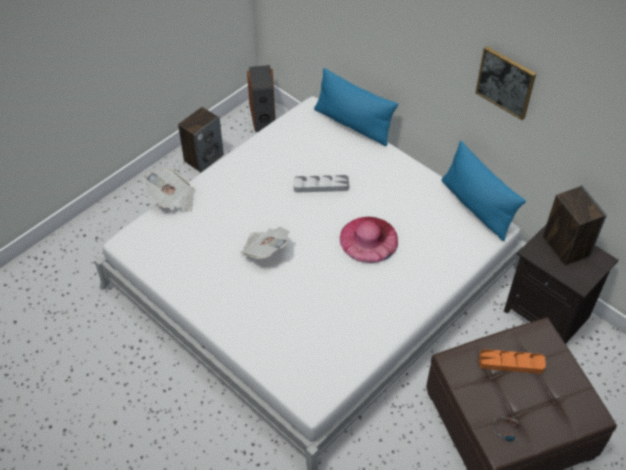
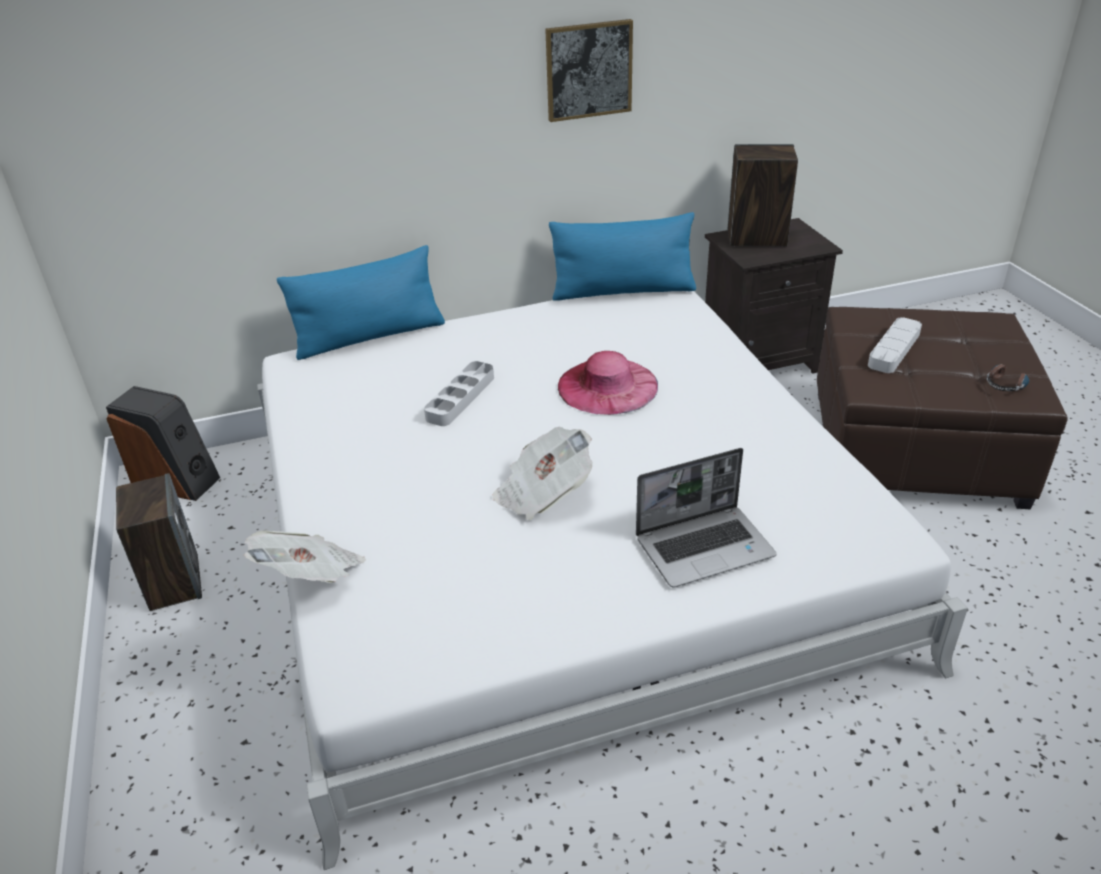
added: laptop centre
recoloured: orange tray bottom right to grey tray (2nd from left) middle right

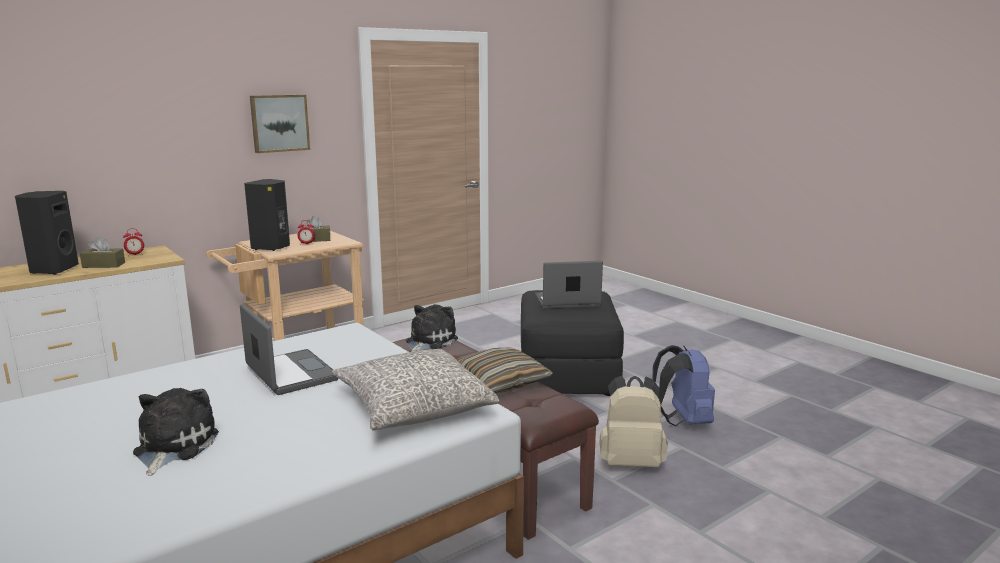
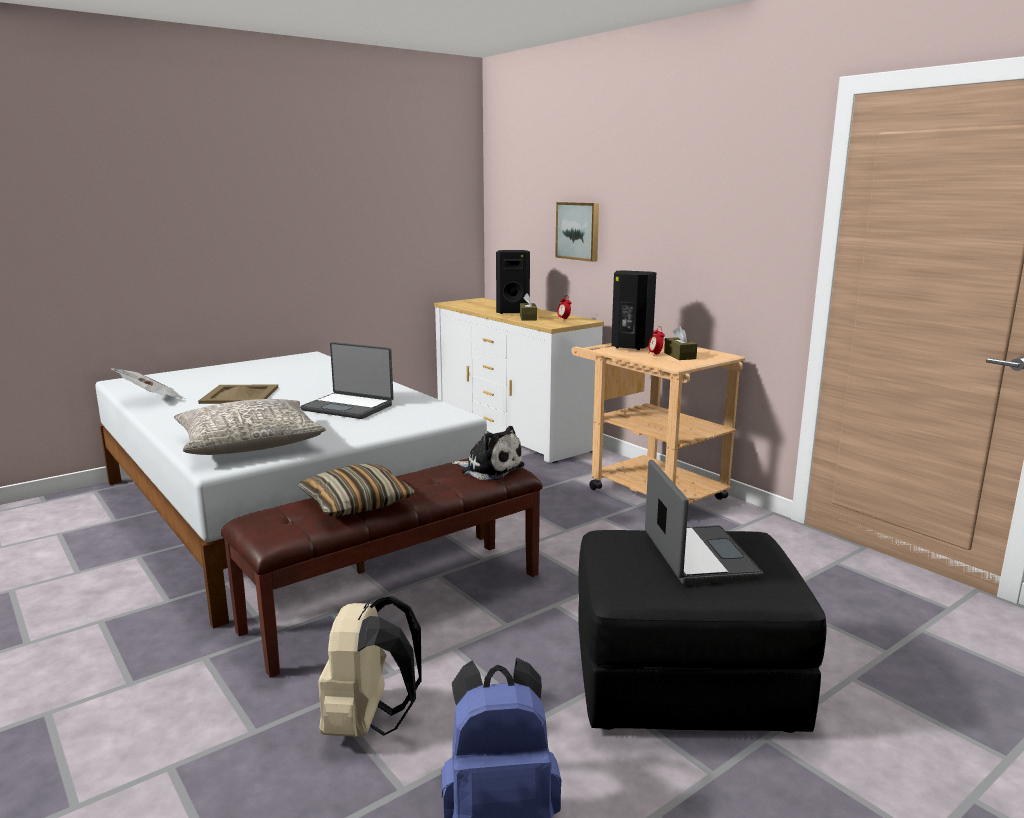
added: newspaper middle left
moved: picture top left to top centre
replaced: plush toy (1st from left) bottom left to beige tray middle left
turned: laptop (1st from left) middle left = centre 60 degrees clockwise

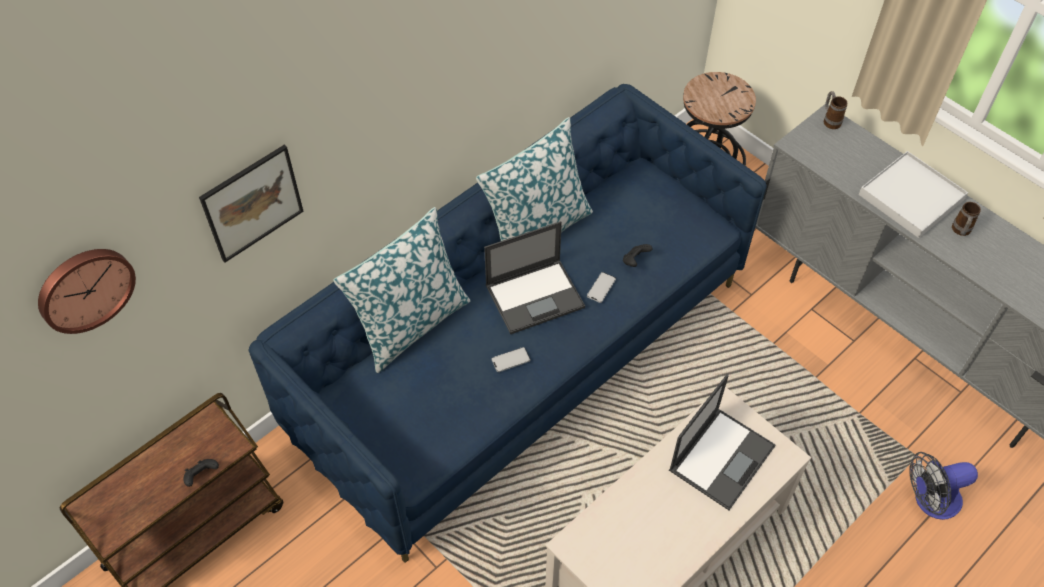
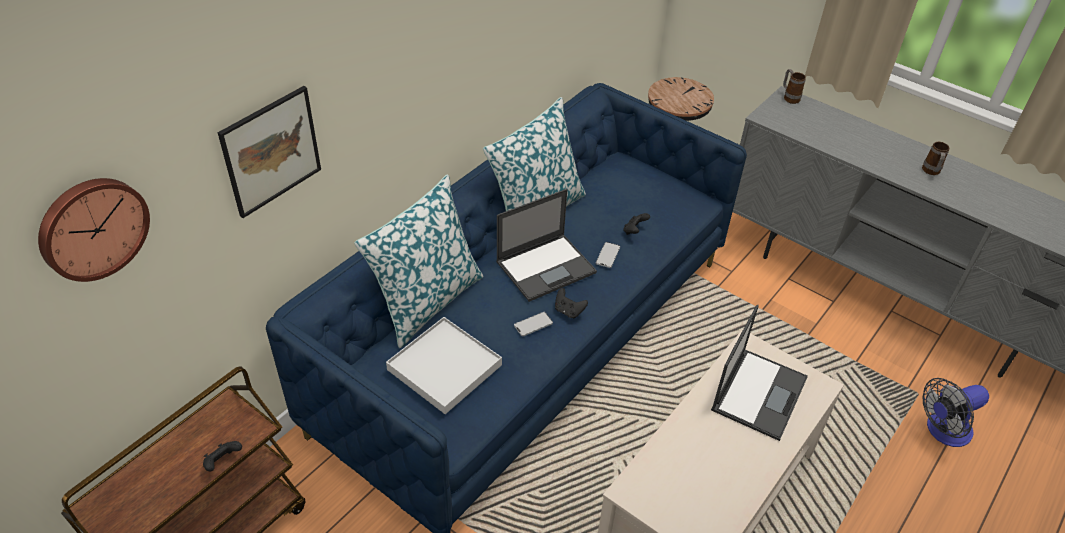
added: black game controller (2nd from left) centre
moved: white tray top right to bottom centre

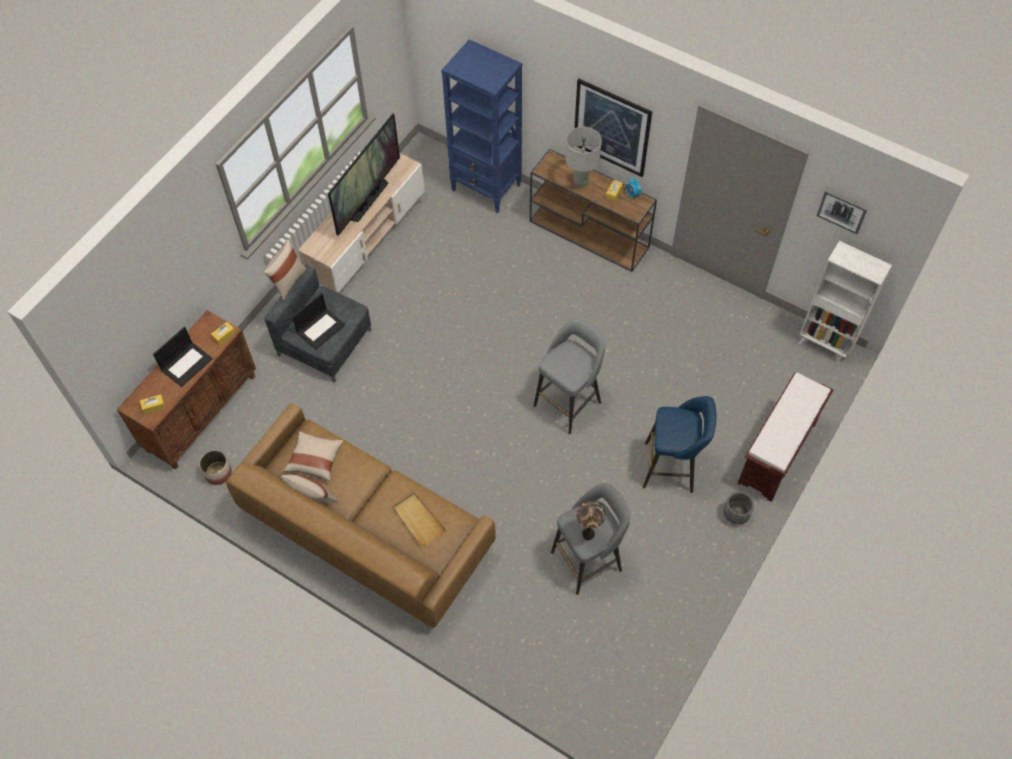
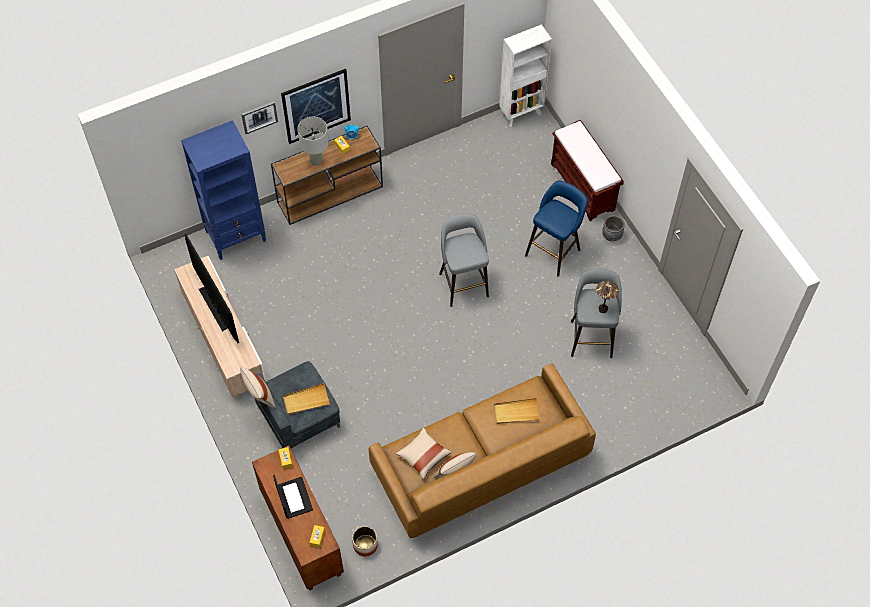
moved: picture (2nd from left in the first image) top right to picture (1st from left) top left
replaced: laptop (2nd from left) middle left to beige tray (1st from left) centre

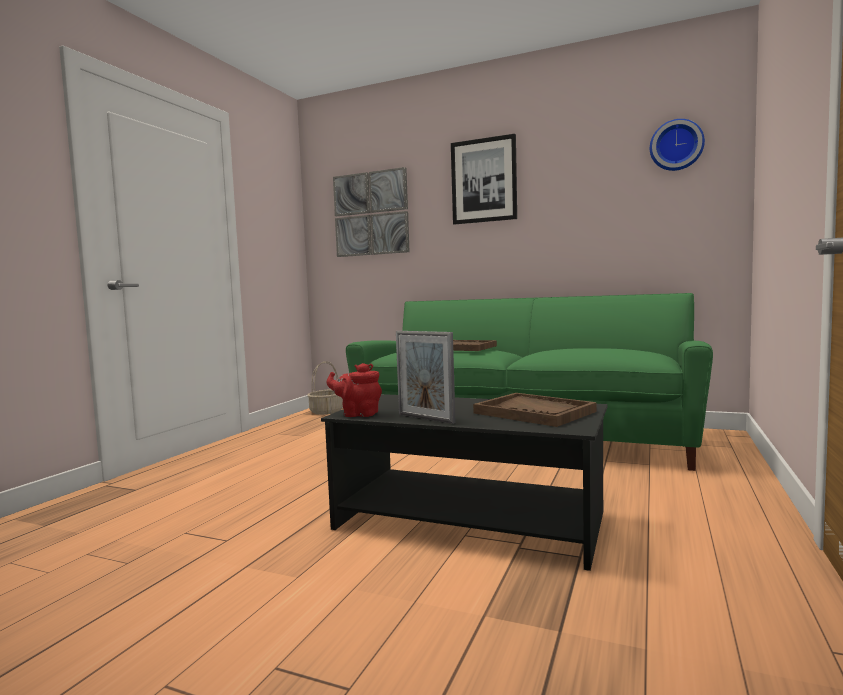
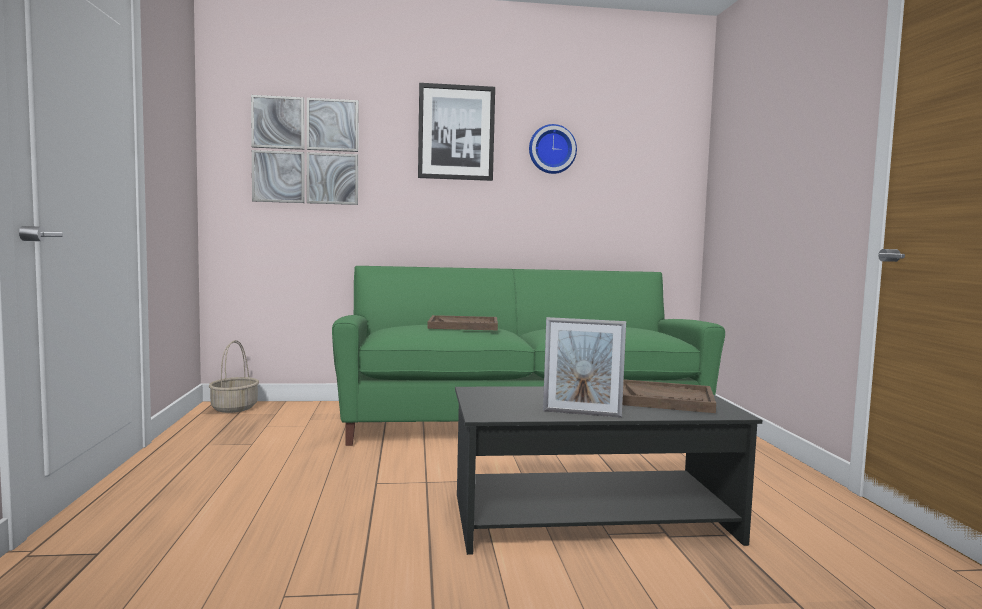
removed: red teapot centre
moved: wall clock top right to top centre

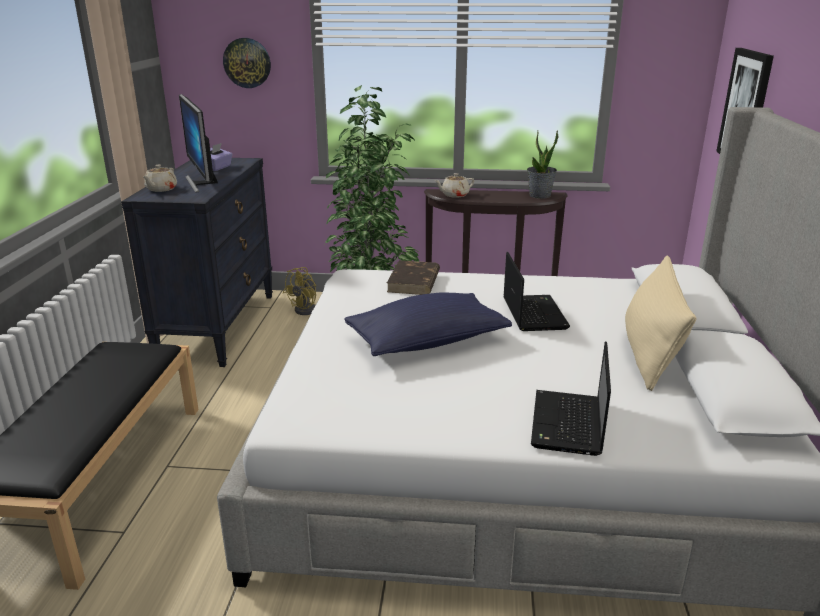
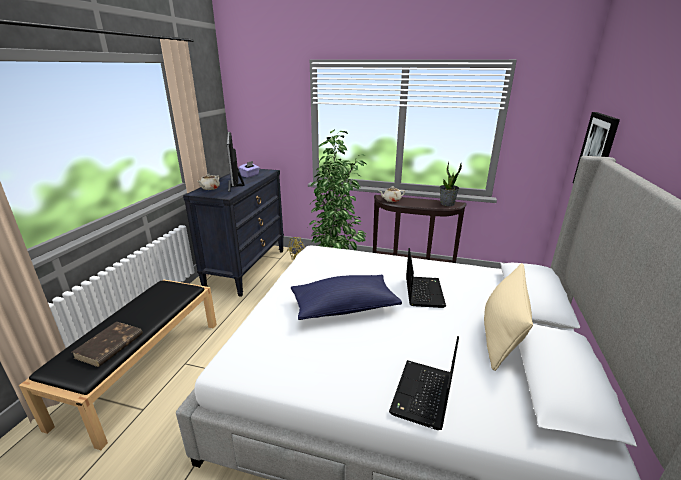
removed: wall clock top left
moved: brown book centre to bottom left

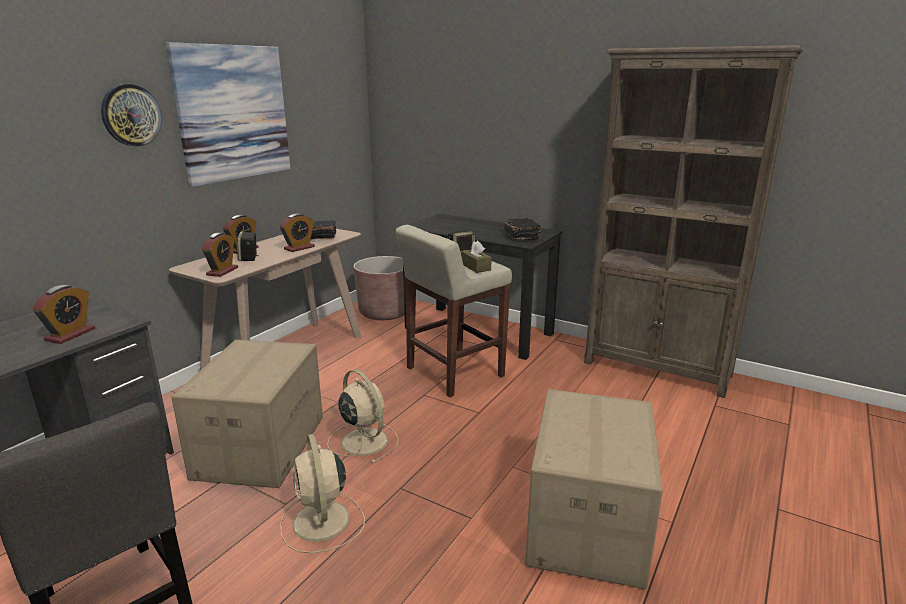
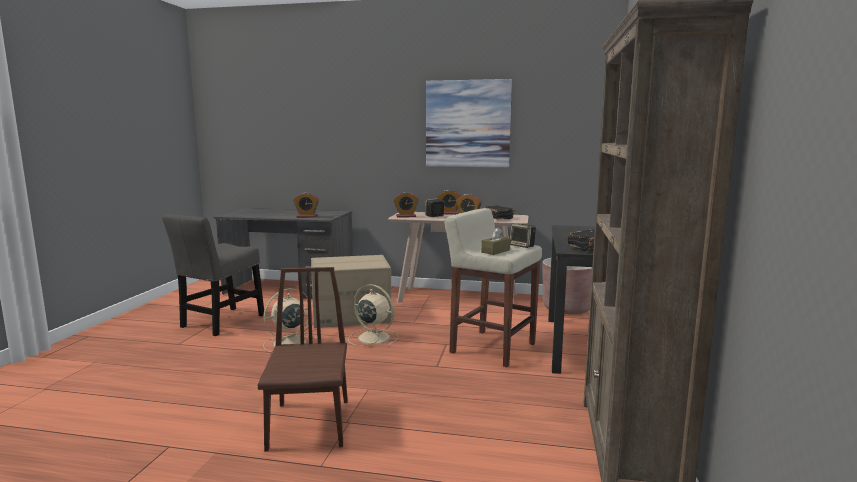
removed: wall clock top left
replaced: cardboard box (2nd from left) bottom centre to brown chair bottom centre
turned: beige fan (2nd from left) bottom centre = centre 90 degrees counterclockwise

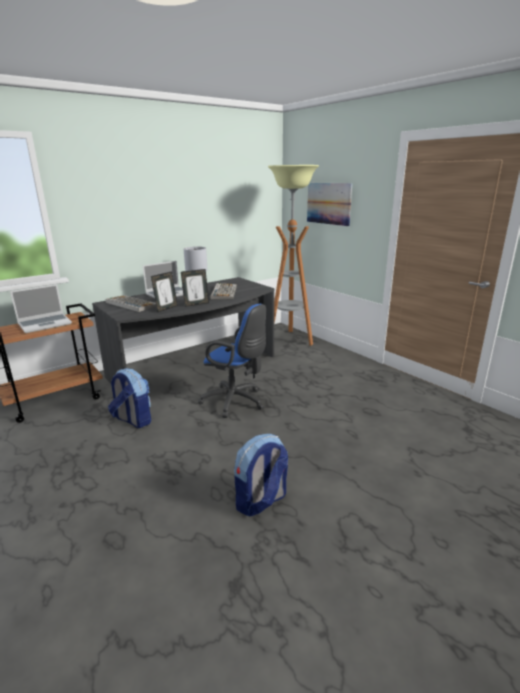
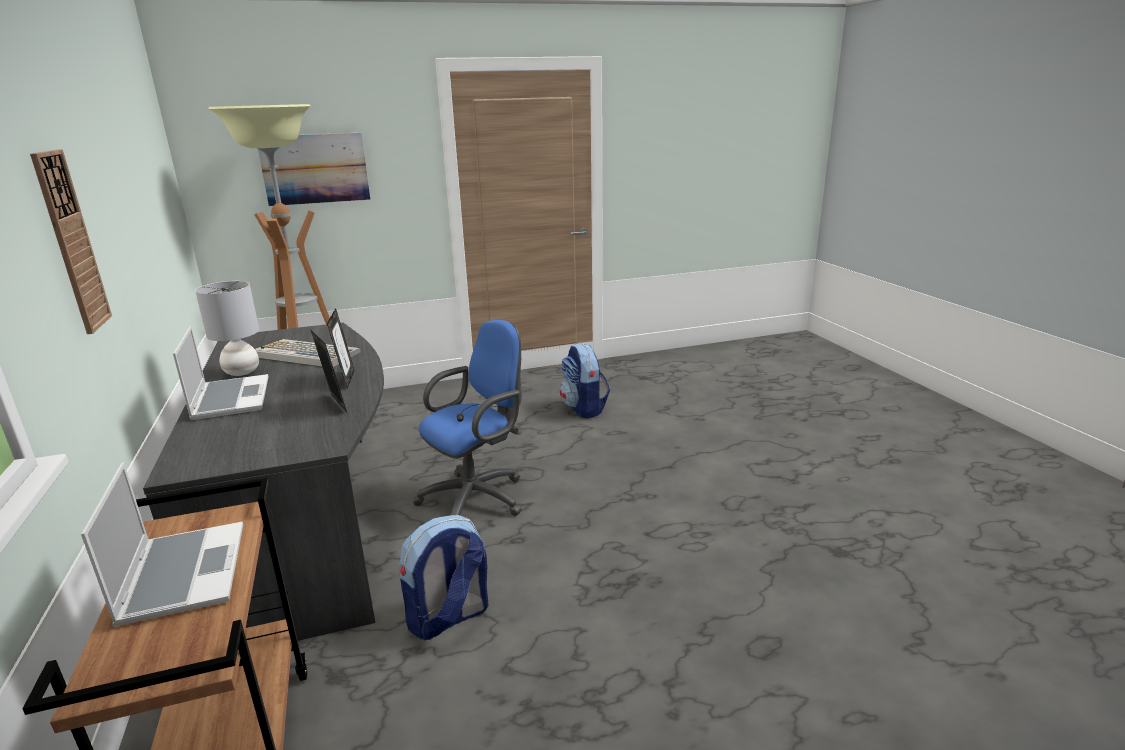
removed: keyboard (1st from left) middle left
added: wall clock top left
moved: backpack (2nd from left) bottom centre to centre

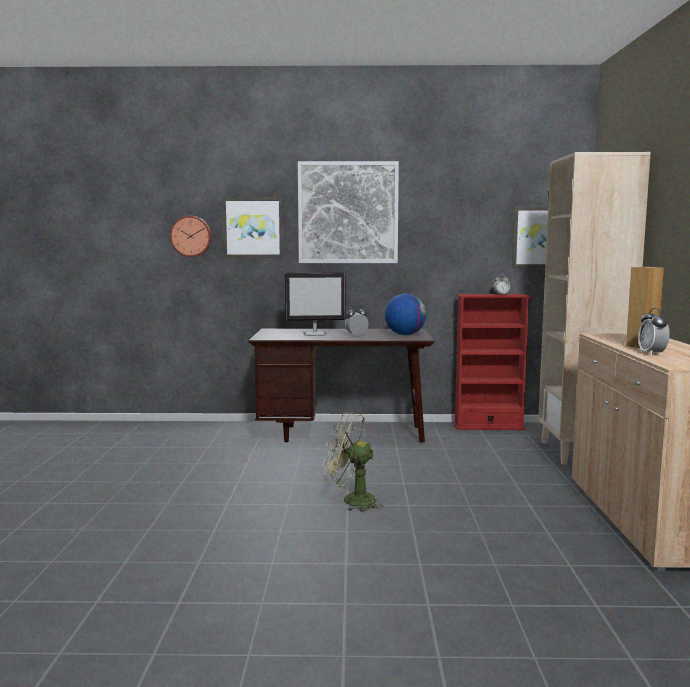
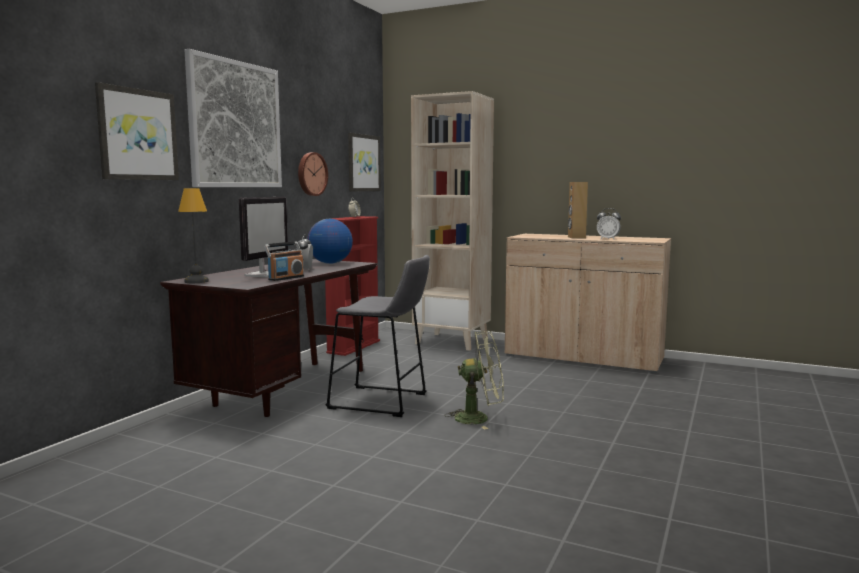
added: table lamp middle left; radio middle left; grey stool centre
moved: wall clock middle left to top centre
turned: green fan bottom centre = centre 135 degrees counterclockwise

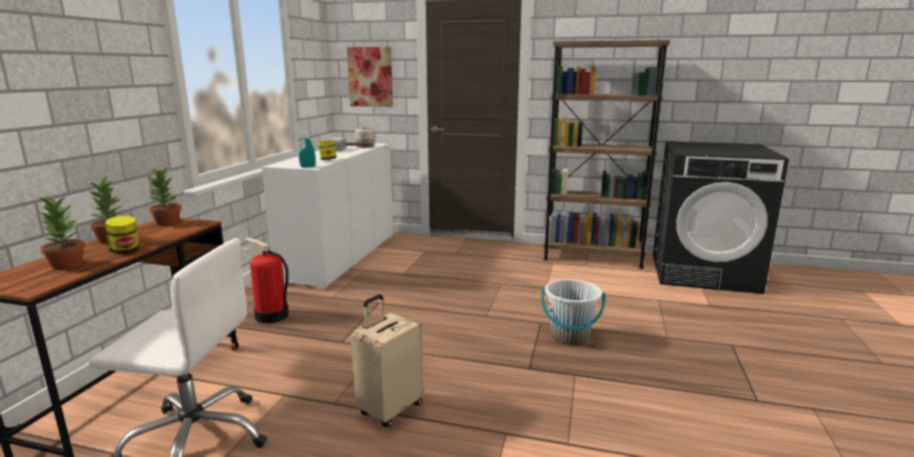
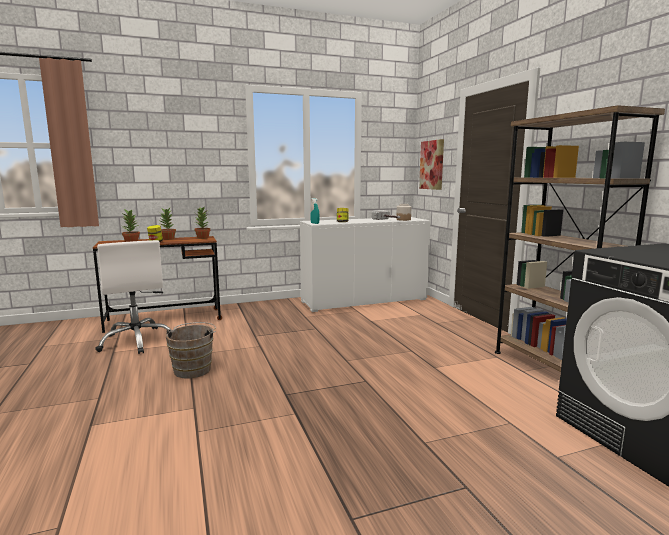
removed: fire extinguisher middle left; white bucket bottom centre
replaced: beige suitcase bottom centre to brown bucket middle left

